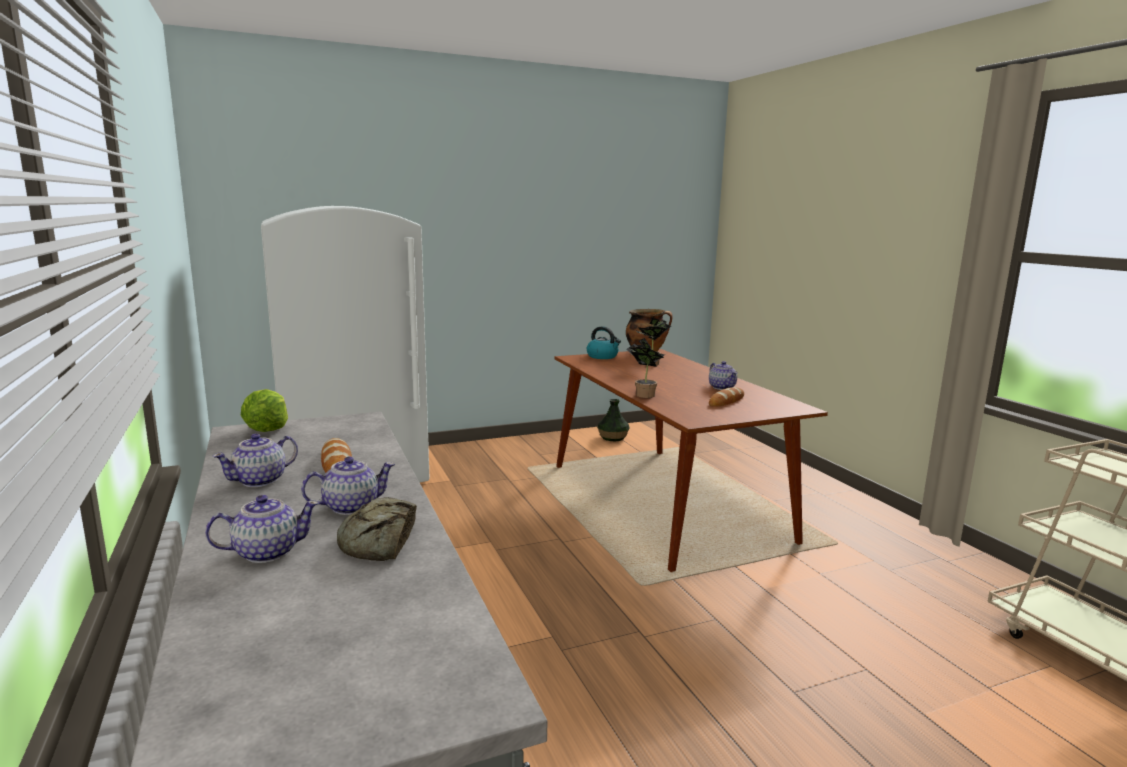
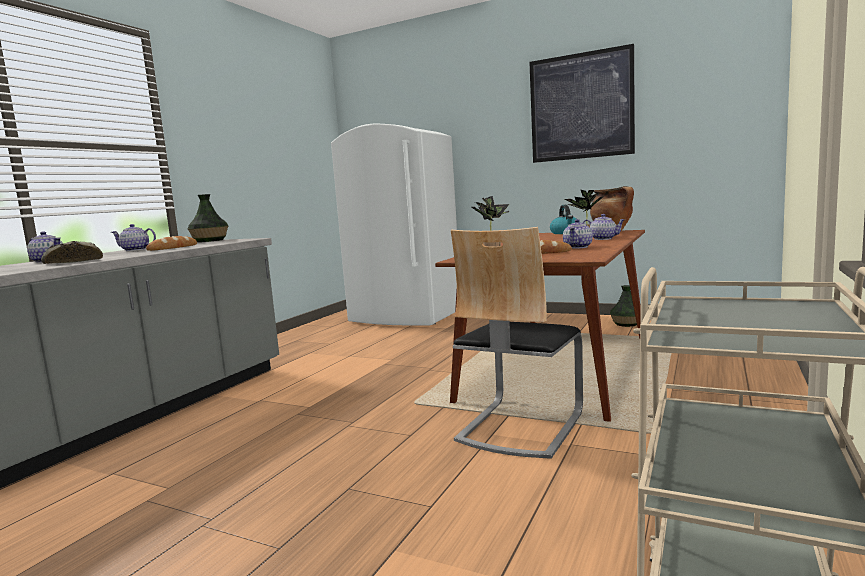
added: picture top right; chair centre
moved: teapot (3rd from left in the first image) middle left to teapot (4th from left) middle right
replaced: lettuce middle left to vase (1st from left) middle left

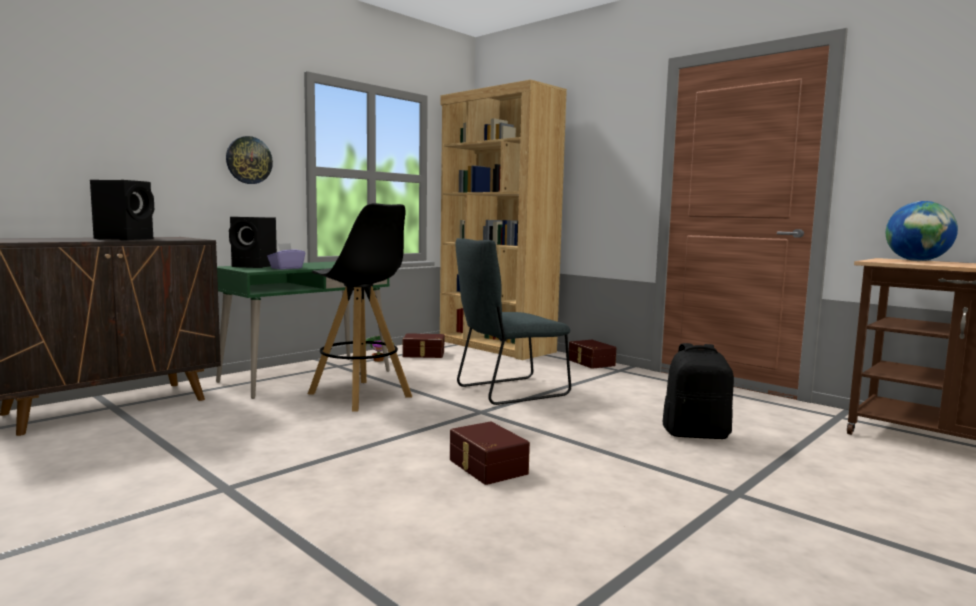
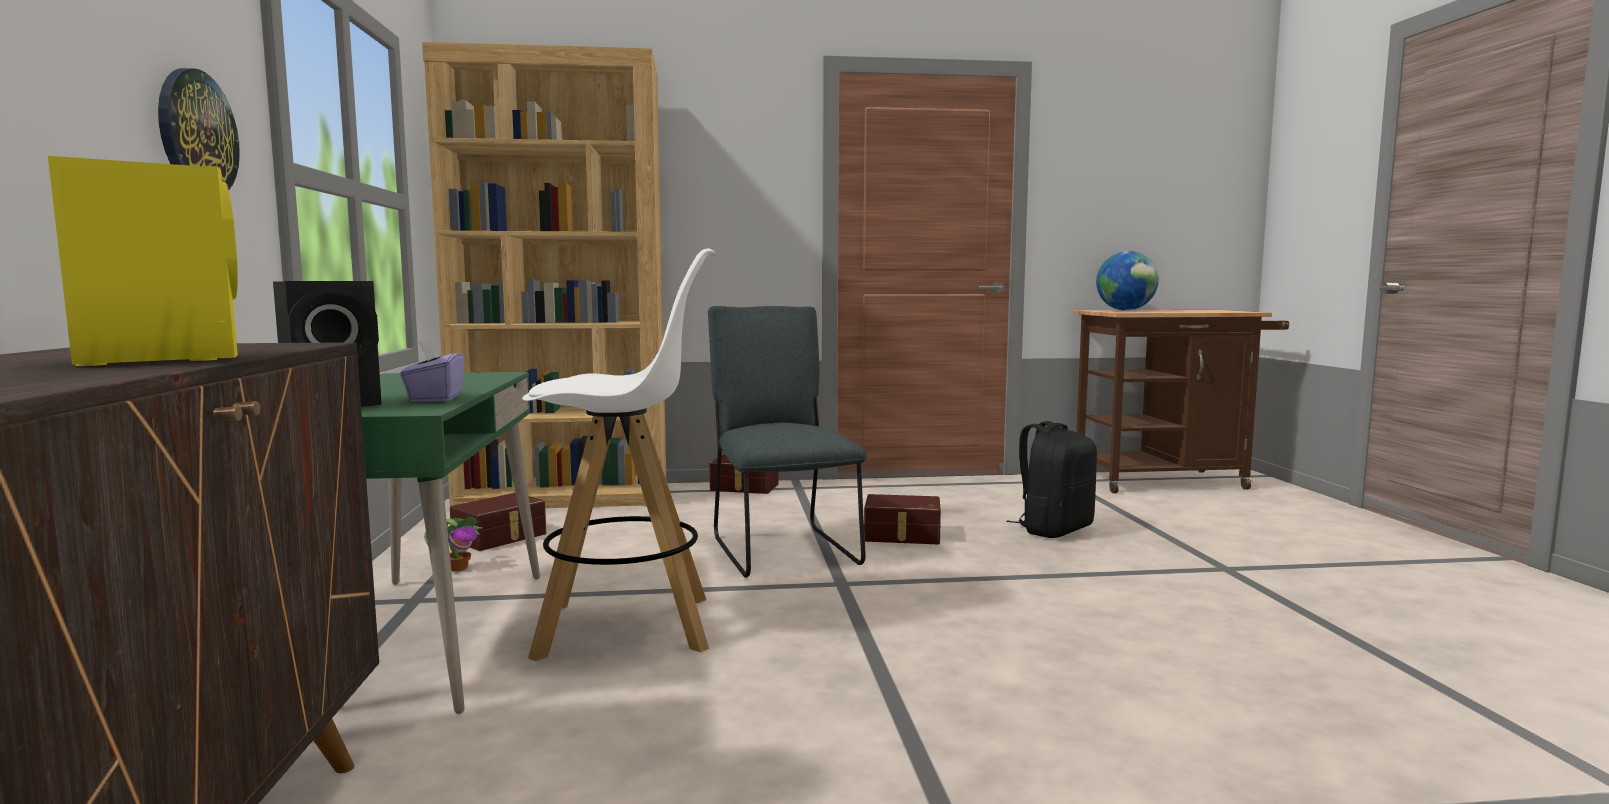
moved: brown storage box (2nd from left in the first image) bottom centre to brown storage box (3rd from left) centre
recoloured: black speaker (1st from left) middle left to yellow speaker top left; black stool centre to white stool centre
turned: grey chair centre = centre 150 degrees clockwise

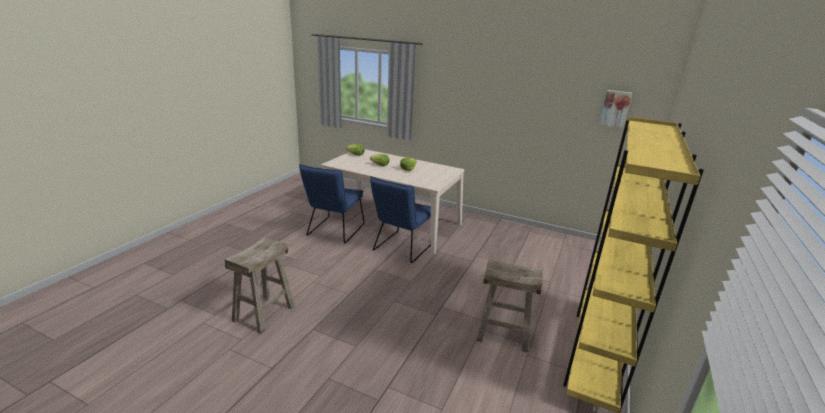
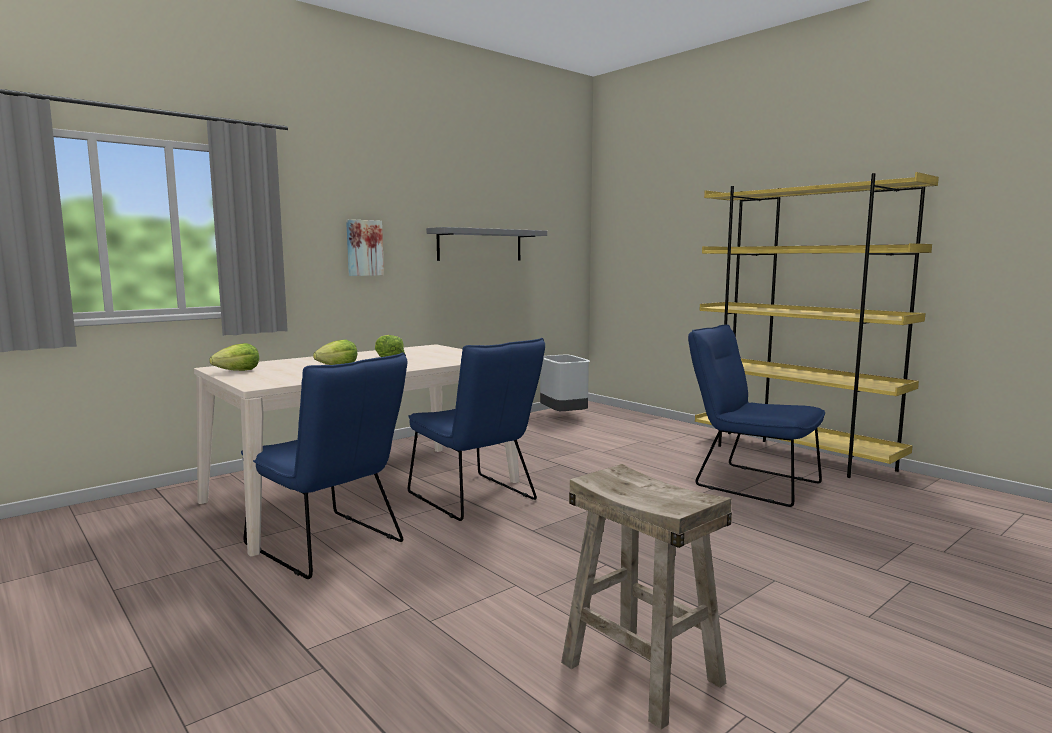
added: grey shelf top centre; grey trash can centre
moved: picture top right to centre
replaced: beige stool (2nd from left) bottom centre to blue chair (3rd from left) middle right

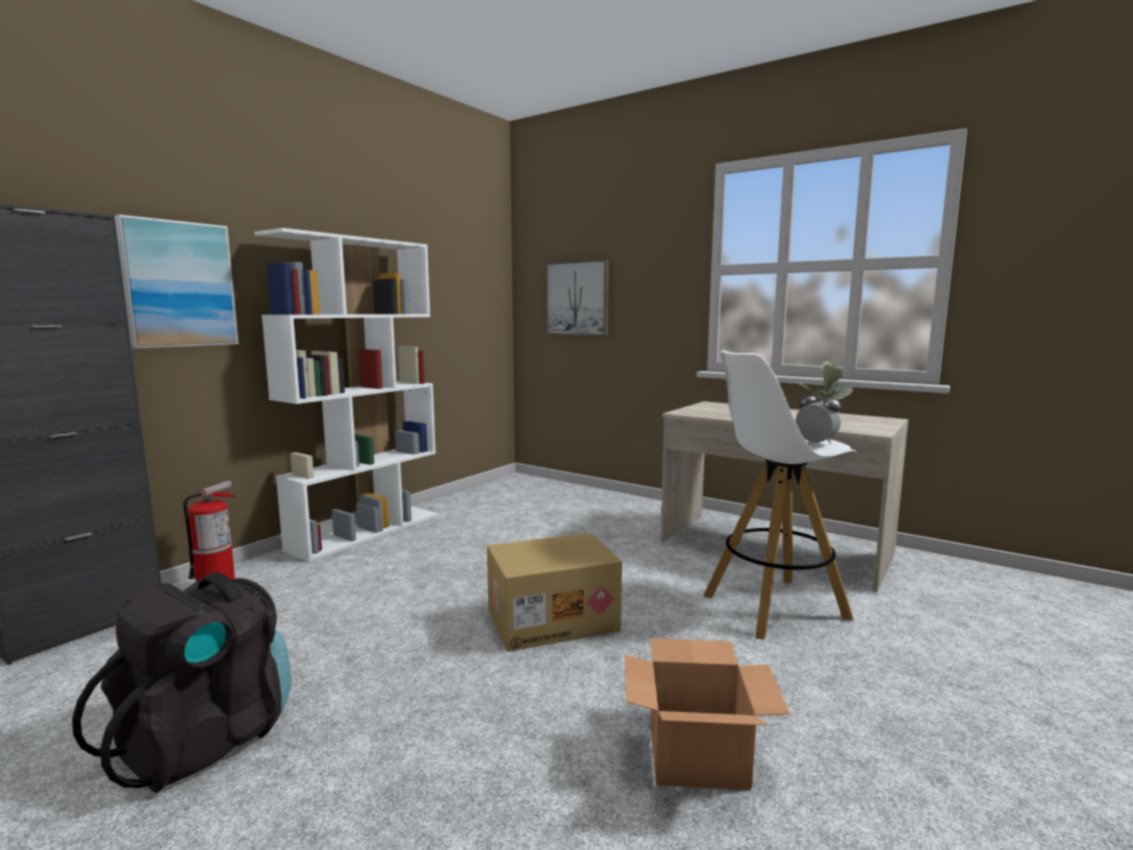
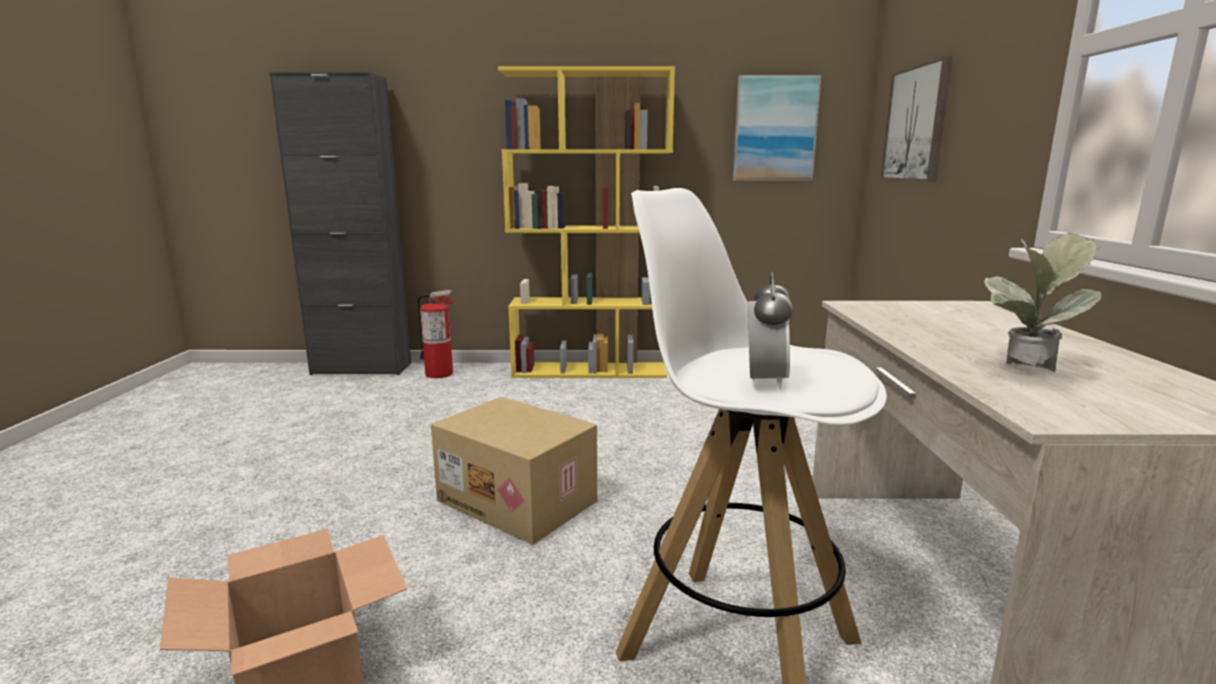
removed: black backpack bottom left
moved: picture (1st from left) top left to top centre
recoloured: white bookcase middle left to yellow bookcase top centre

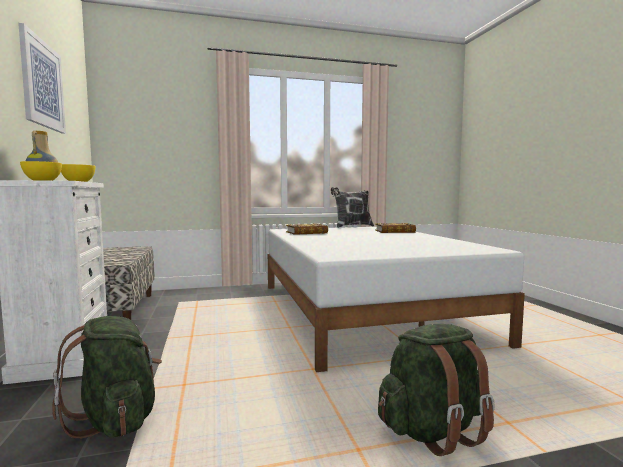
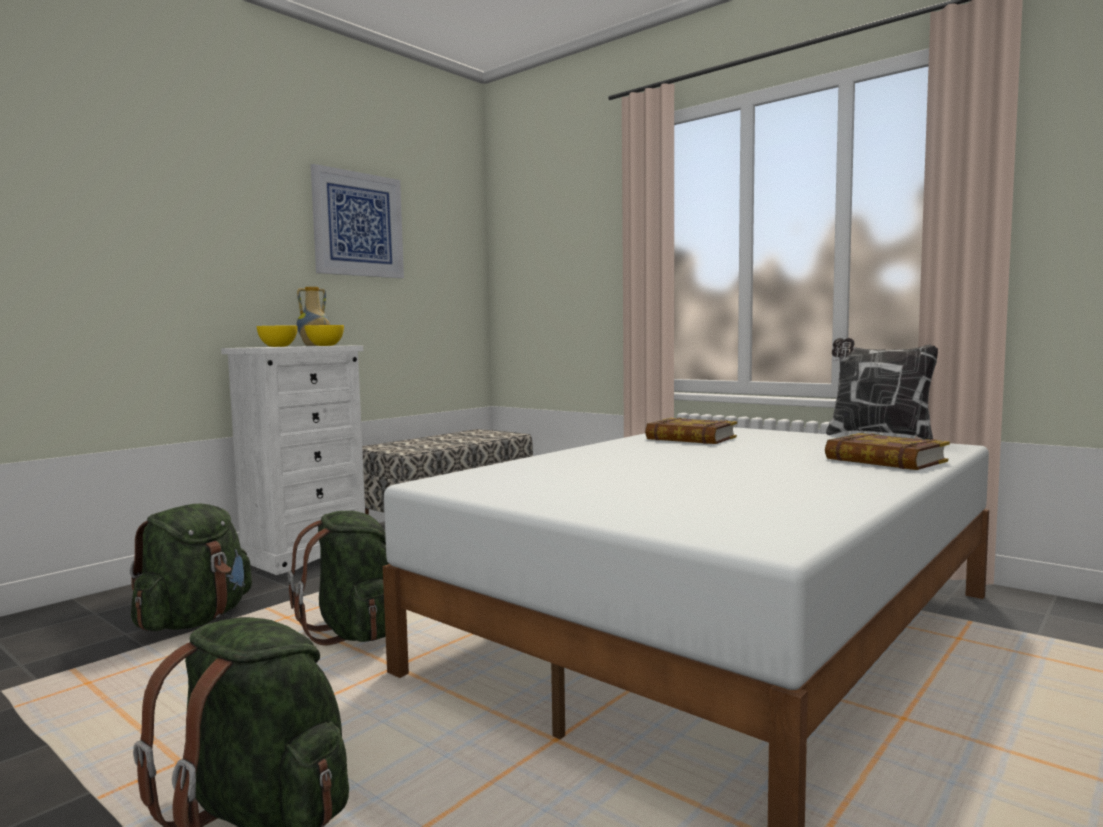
added: green backpack (3rd from left) bottom left

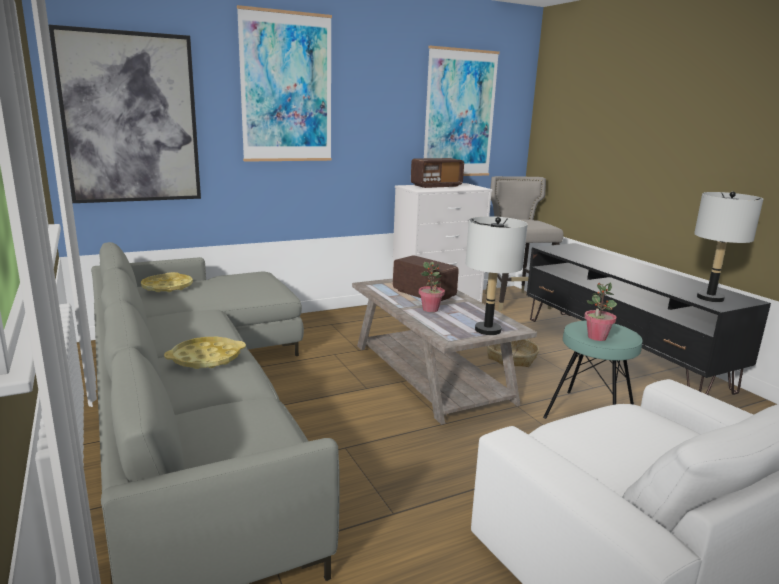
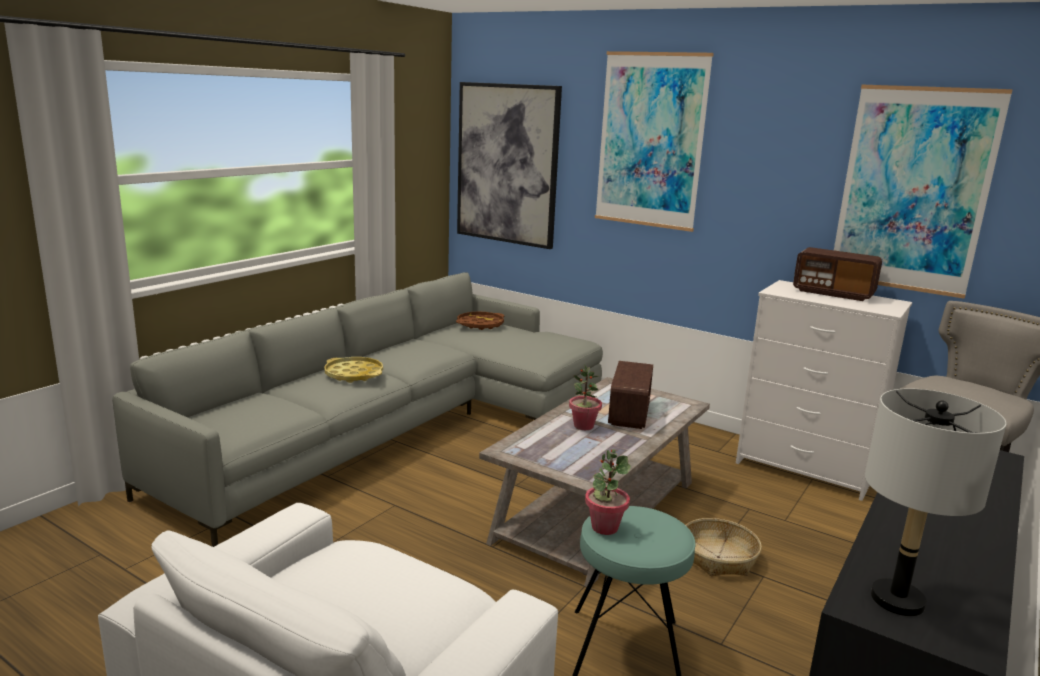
removed: grey table lamp (1st from left) centre
recoloured: yellow tray (1st from left) middle left to brown tray centre

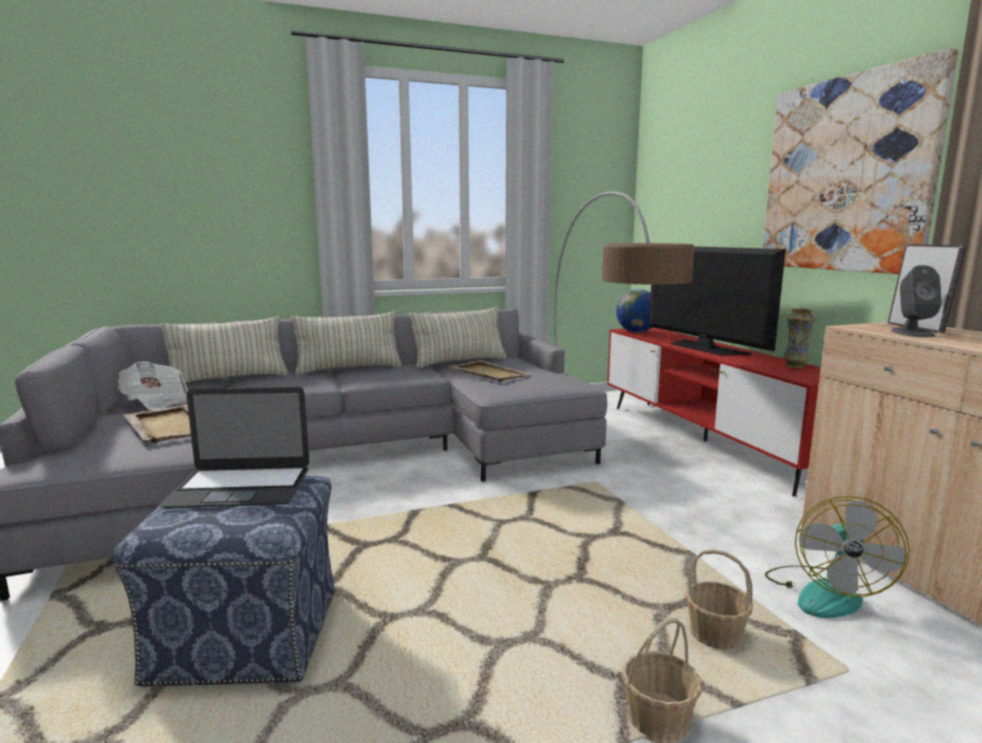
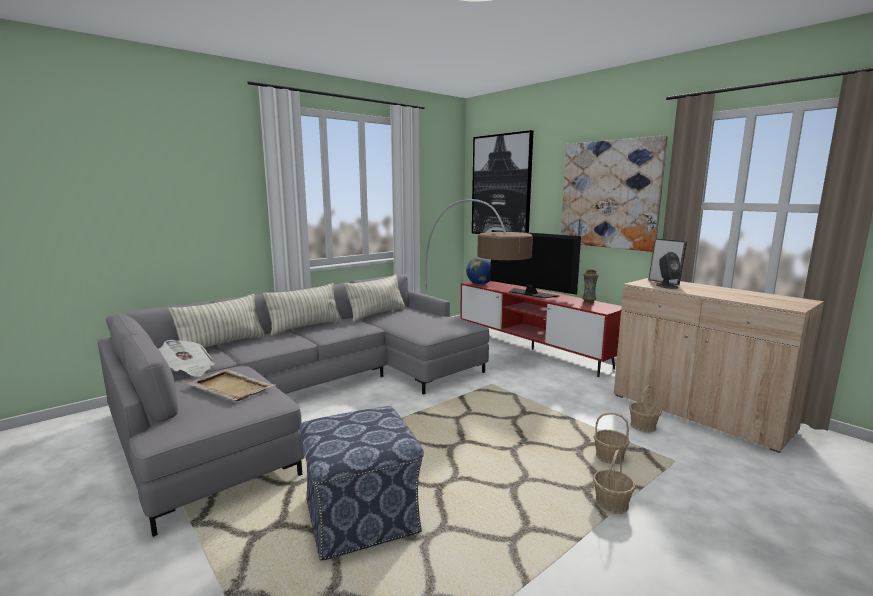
removed: beige tray (2nd from left) centre; laptop middle left
added: picture (1st from left) top centre
replaced: fan bottom right to basket (3rd from left) bottom right

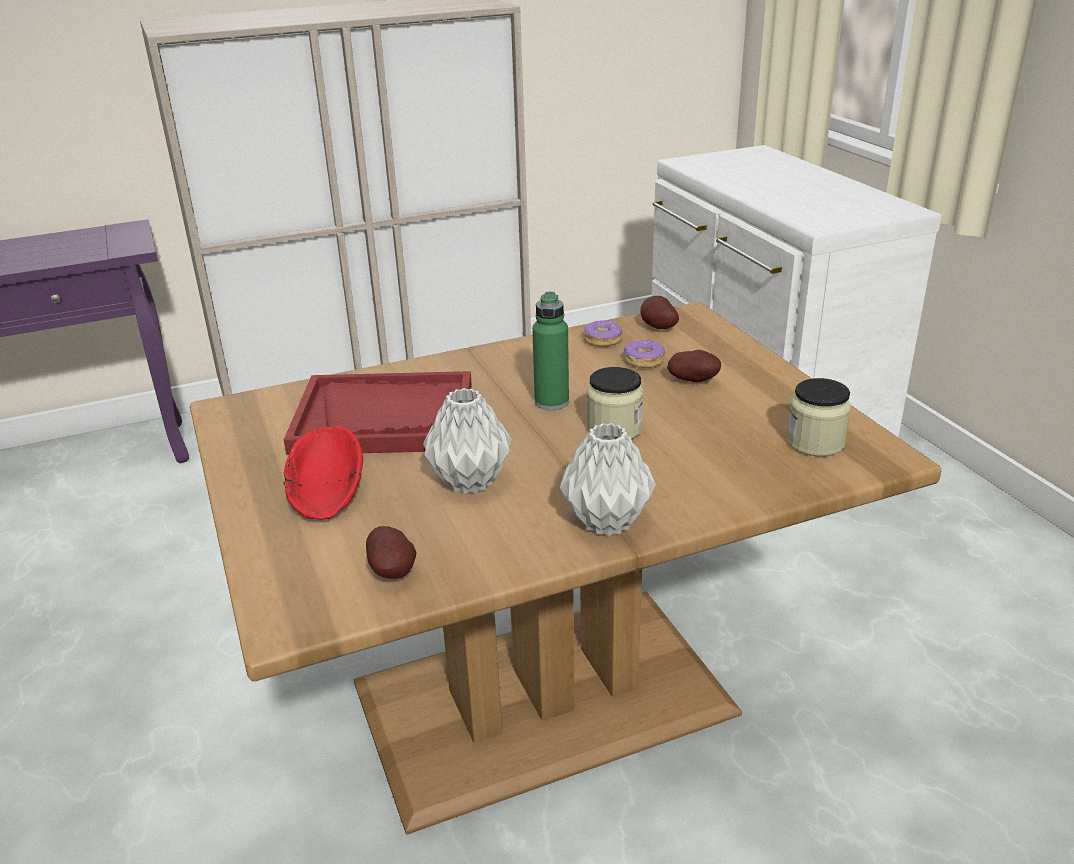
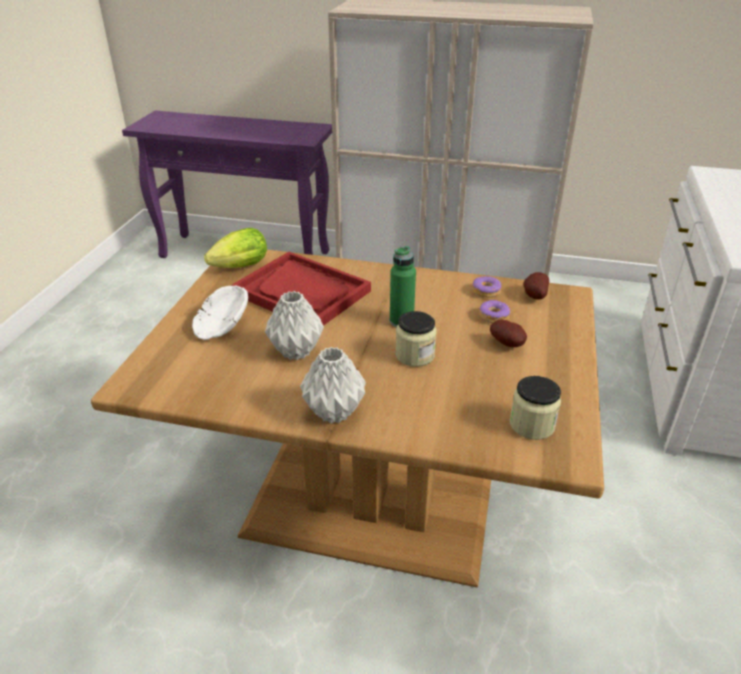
removed: potato (1st from left) centre
added: lettuce middle left
recoloured: red bowl middle left to white bowl middle left

